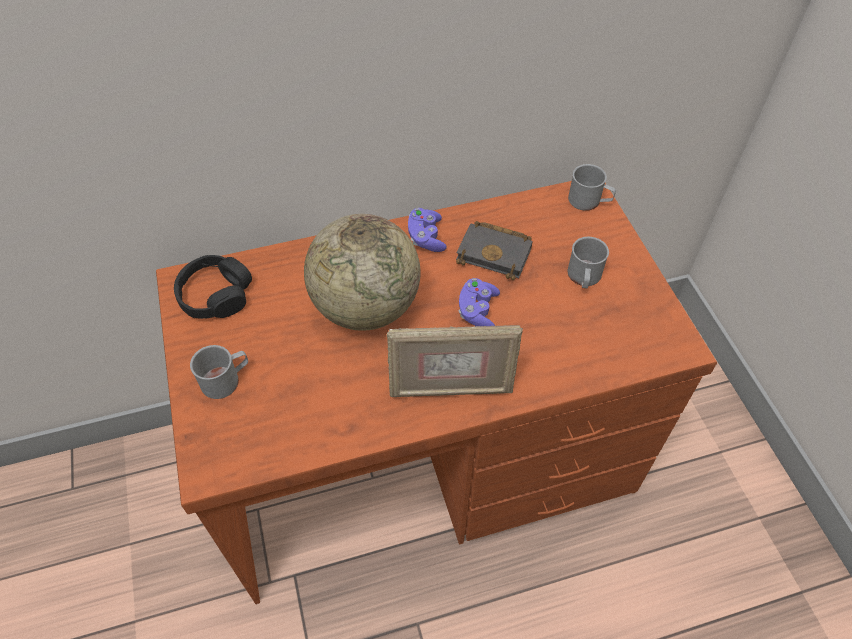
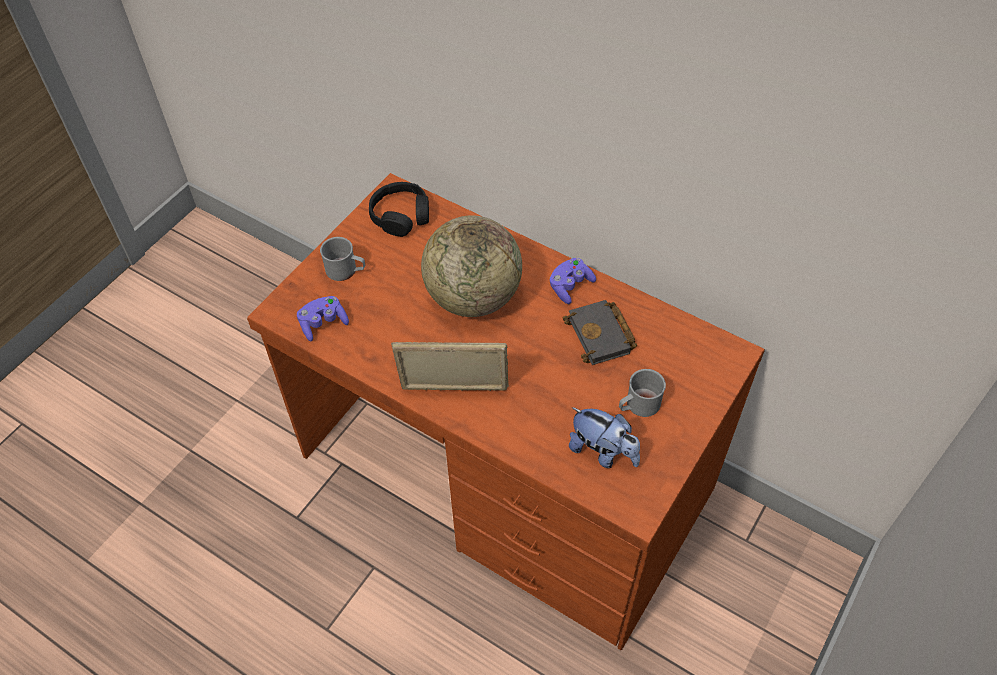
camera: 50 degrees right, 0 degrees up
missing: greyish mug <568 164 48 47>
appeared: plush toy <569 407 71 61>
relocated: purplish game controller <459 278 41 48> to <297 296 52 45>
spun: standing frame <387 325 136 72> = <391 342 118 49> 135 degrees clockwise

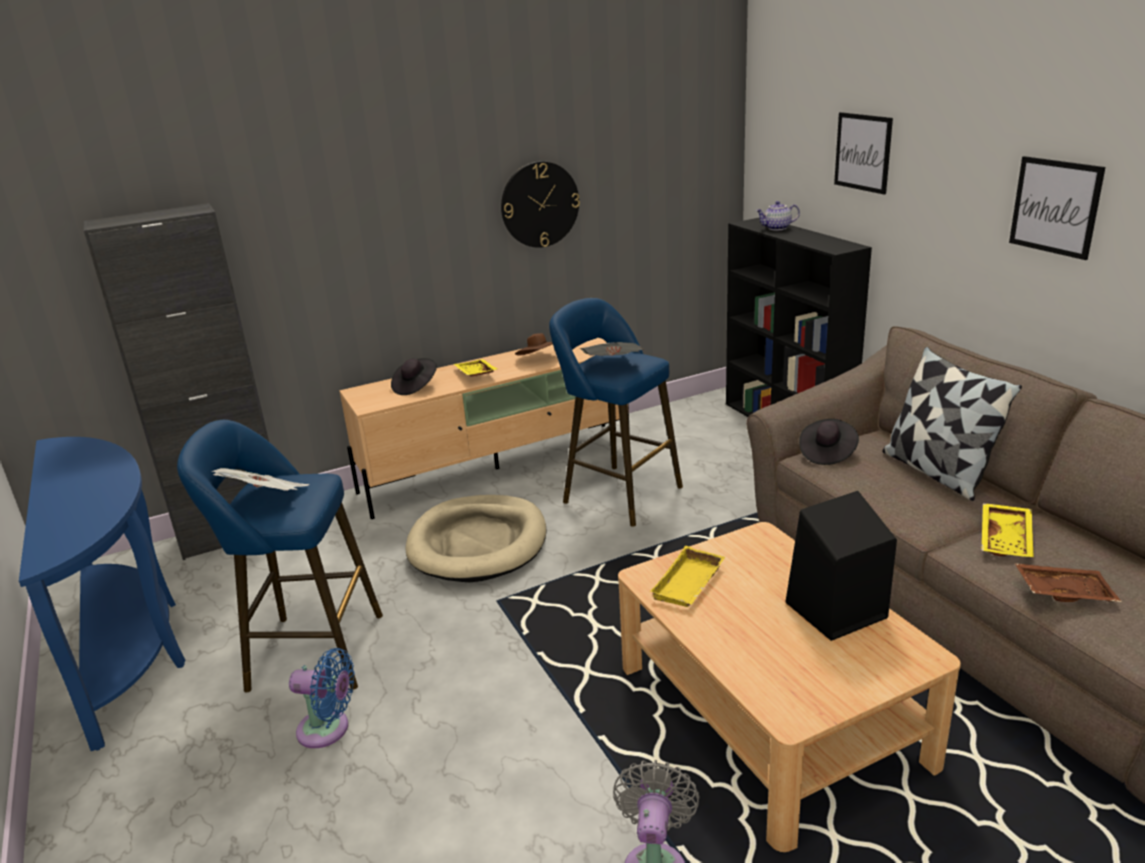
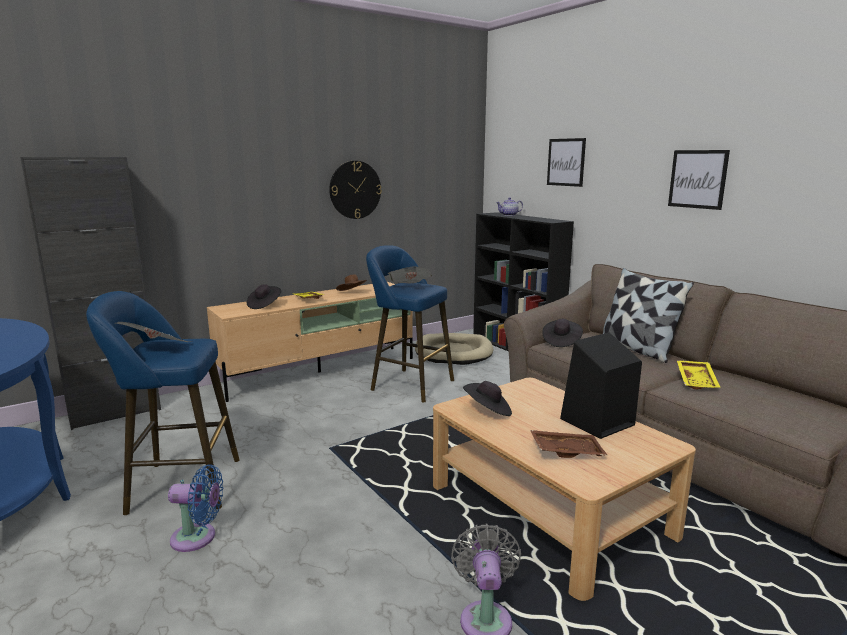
camera: 10 degrees left, 10 degrees down
relocated: beige-coloured dog cushion <405 495 142 87> to <415 333 78 32>; brownish carrying tray <1015 563 106 39> to <530 430 78 28>
exchanged: yellow carrying tray <650 546 75 61> to black wearable hat <463 381 49 35>

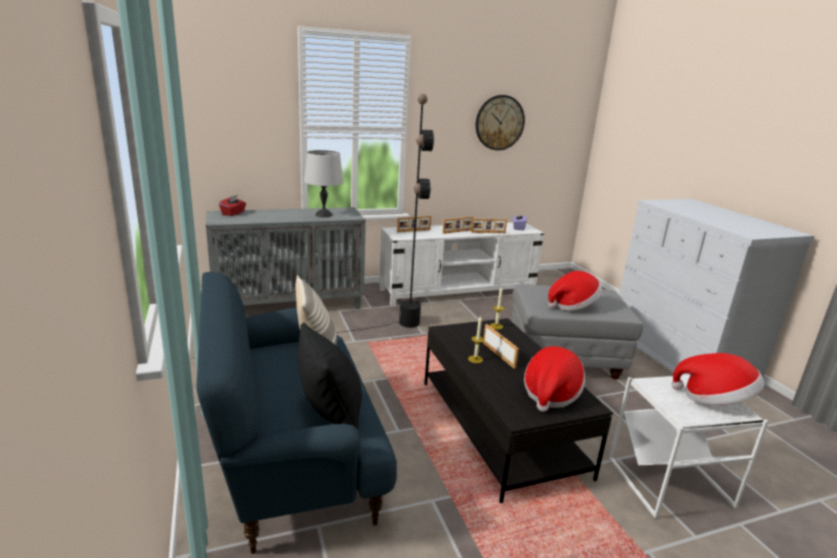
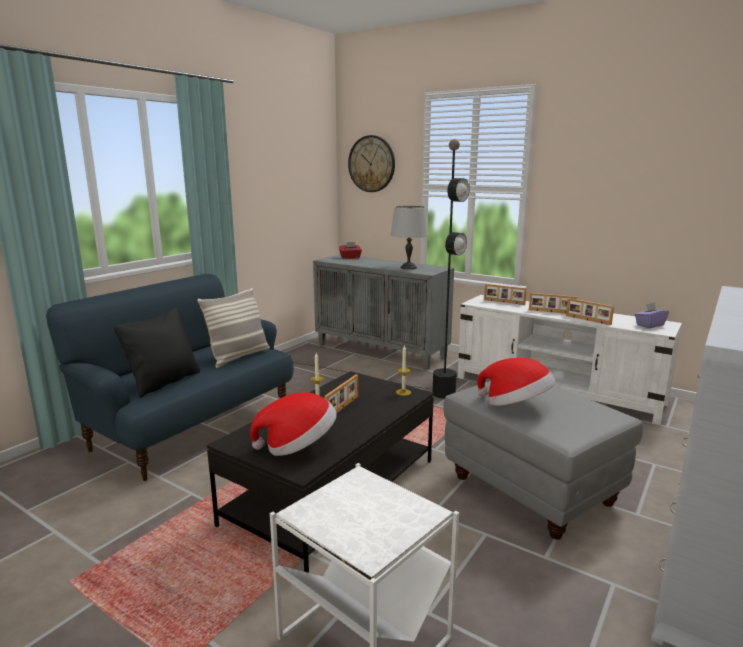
camera: 55 degrees right, 5 degrees down
missing: wearable hat <671 353 93 52>
relocated: hanging clock <476 95 49 55> to <348 135 47 57>

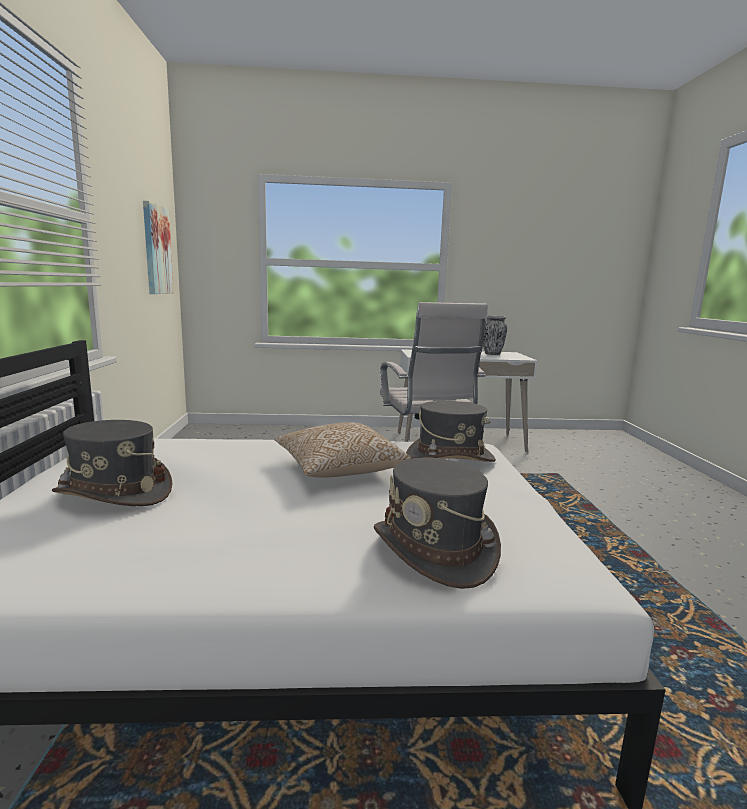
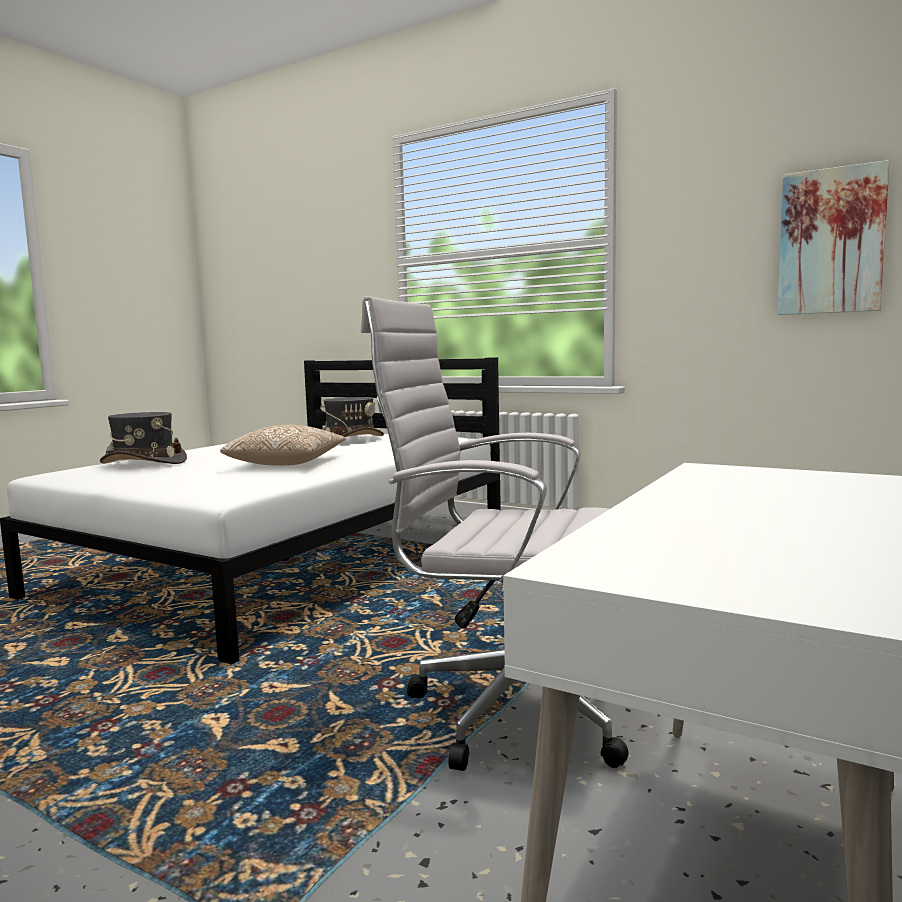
camera: 125 degrees right, 5 degrees down
missing: flower vase <483 316 24 39>; greyish wearable hat <406 401 90 61>

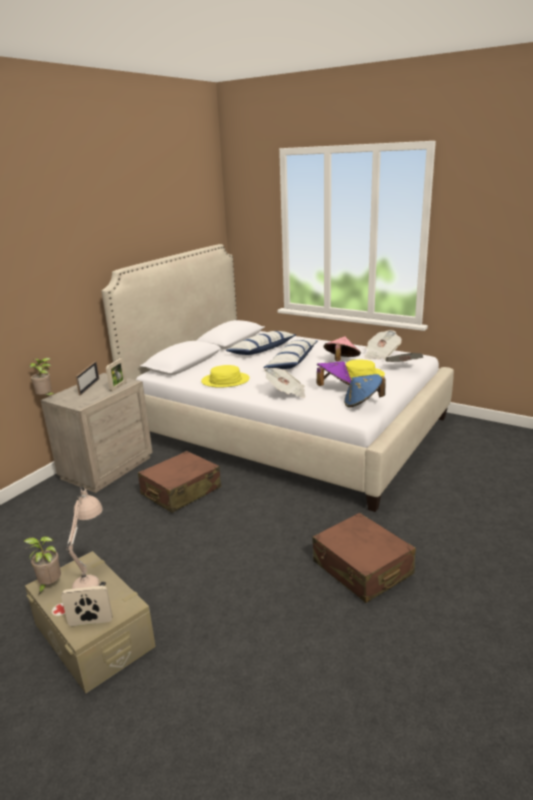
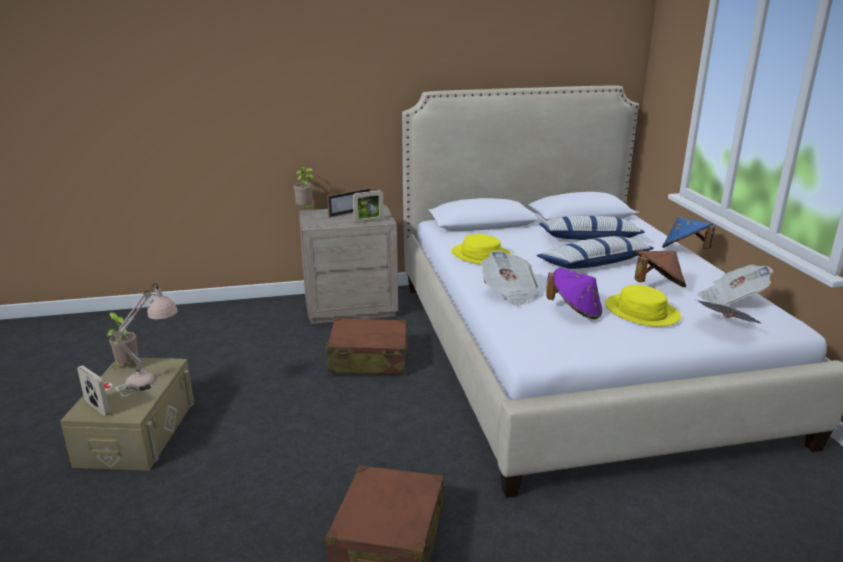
camera: 45 degrees right, 0 degrees up
relocated: blue wearable hat <344 374 42 34> to <662 217 53 32>
colour: pink-coloured wearable hat <324 336 37 25> to brownish wearable hat <635 251 51 36>

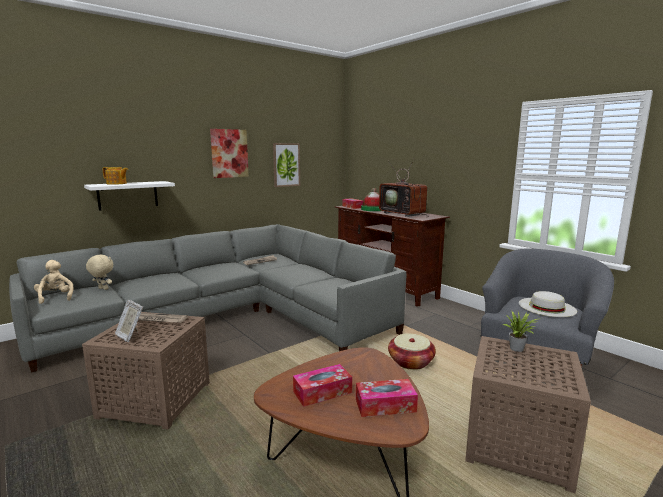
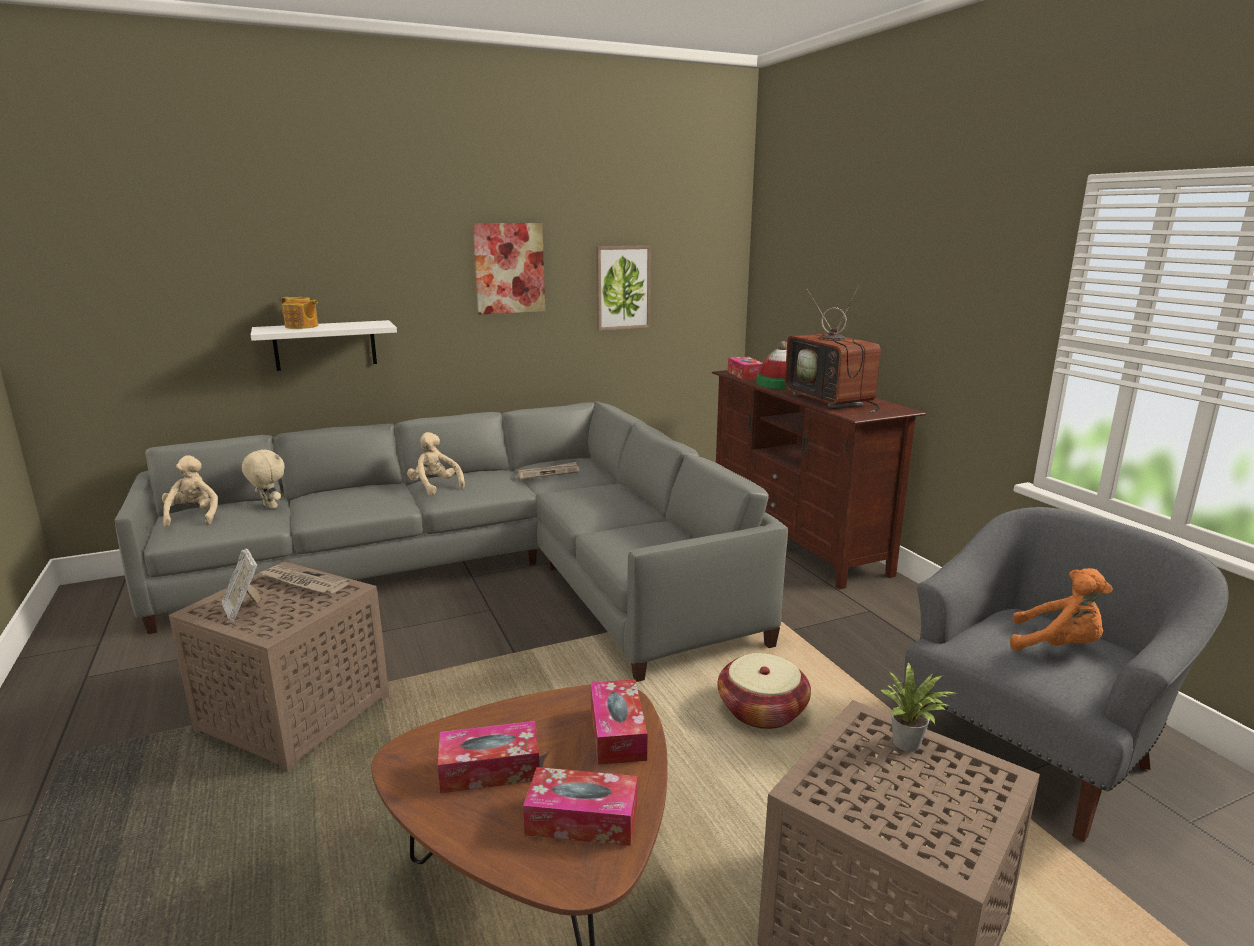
camera: 15 degrees right, 5 degrees up
appeared: beige-coloured plush toy <407 432 58 64>; tissue box <591 679 56 86>
exchanged: whitish wearable hat <519 291 58 26> to orangey plush toy <1010 568 103 83>

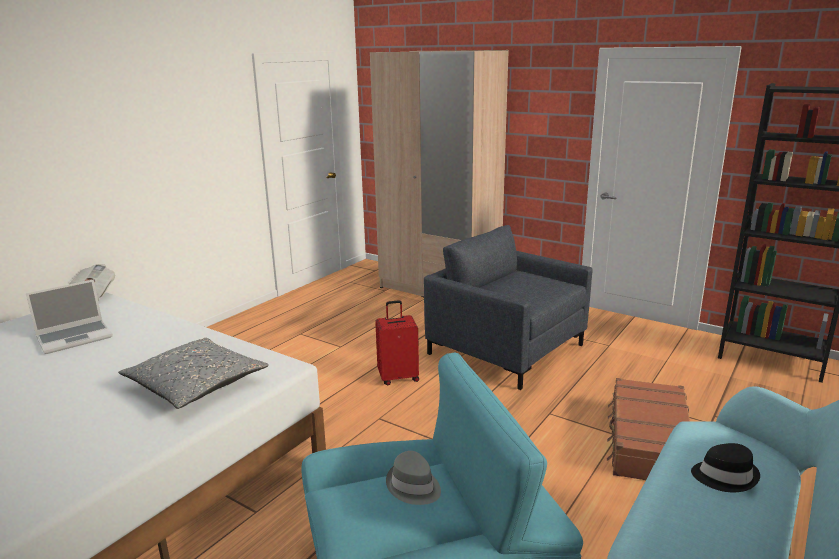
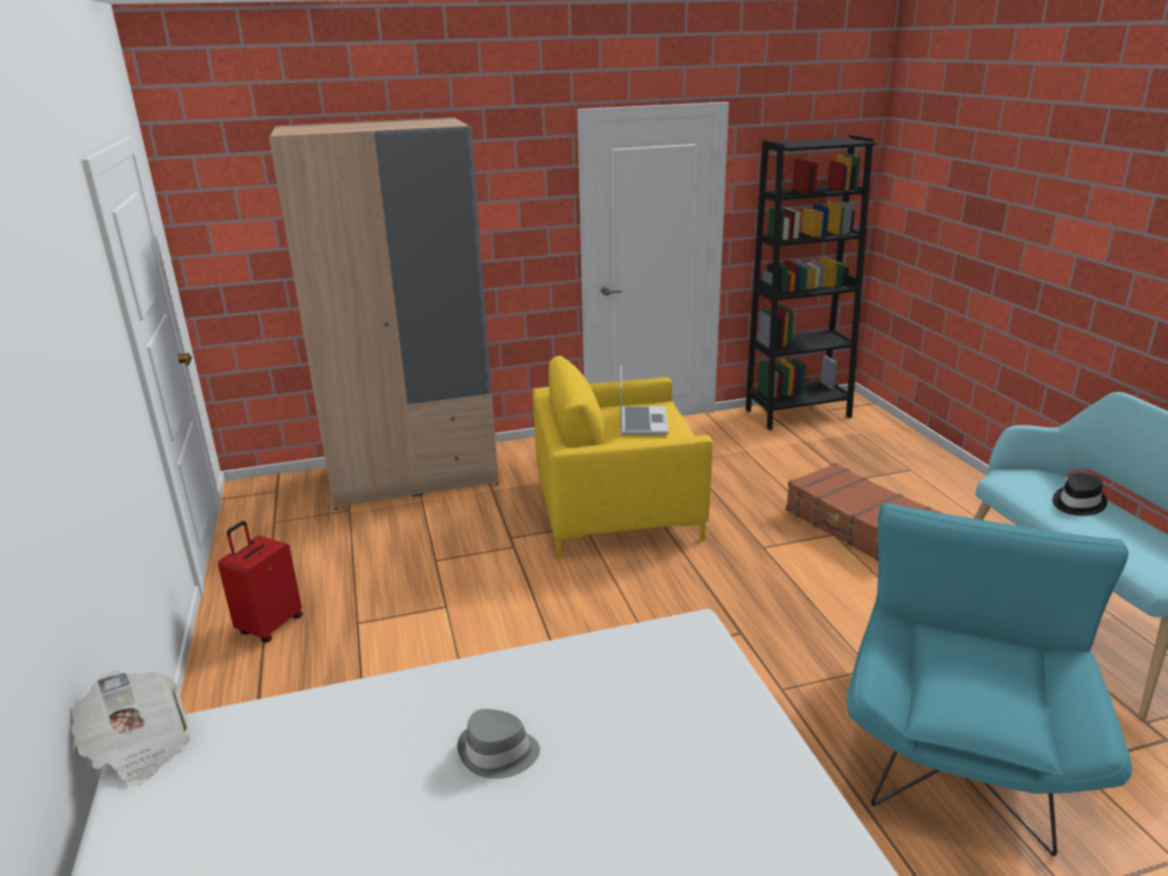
camera: 50 degrees left, 5 degrees up
missing: greyish cushion <118 338 151 71>
relocated: portable computer <26 279 87 75> to <620 365 49 70>; red-coloured piece of luggage <375 300 44 85> to <218 521 84 121>; greyish wearable hat <386 451 55 54> to <457 709 83 70>
colour: greyish armchair <424 225 169 165> to yellow armchair <533 356 180 201>

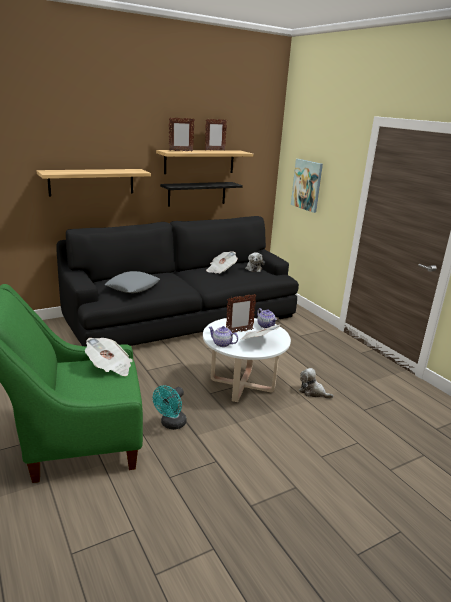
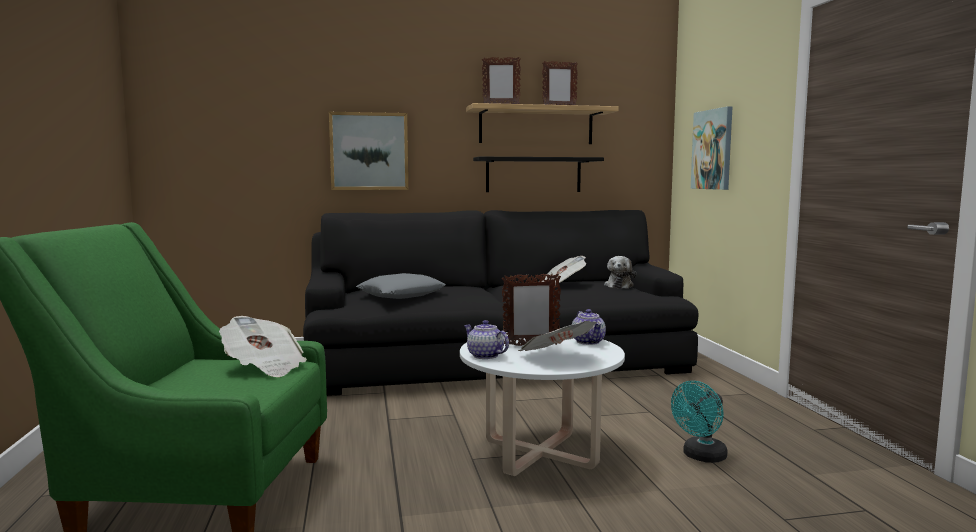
camera: 20 degrees right, 15 degrees down
missing: plush toy <299 368 35 31>
relocated: turquoise fan <153 385 34 45> to <671 381 57 82>
exchanged: wall shelf <37 169 114 28> to wall art <329 112 79 78>

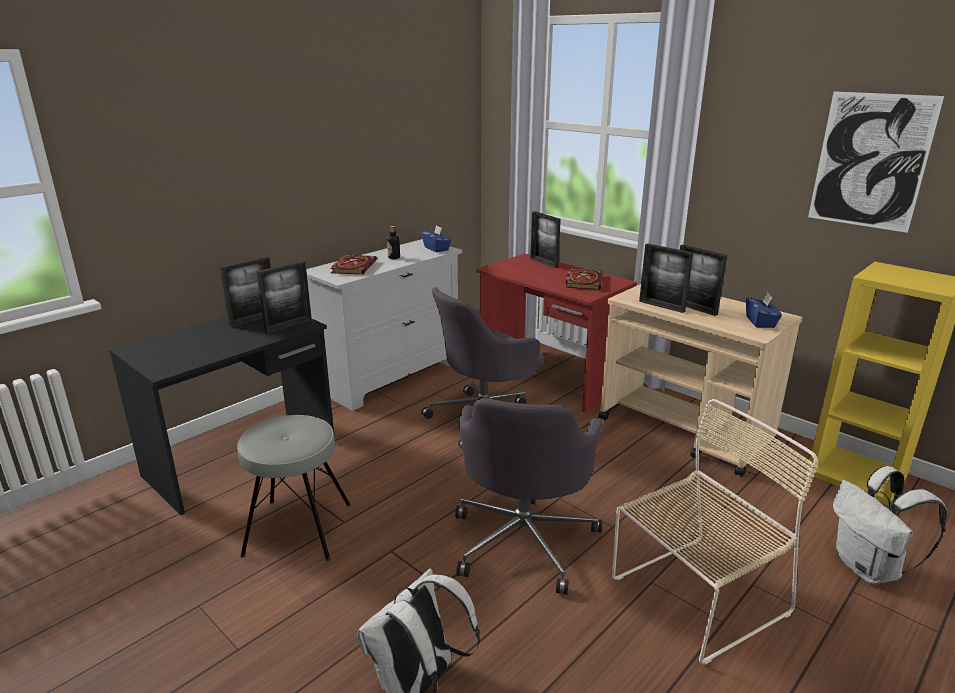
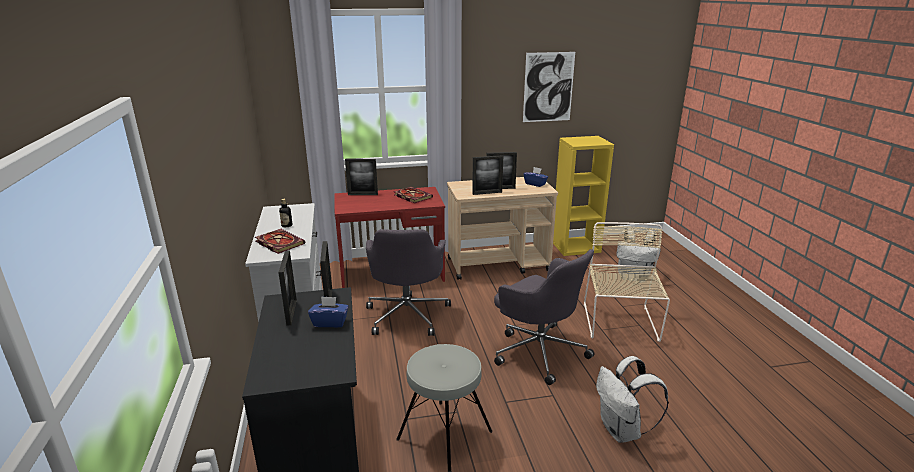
camera: 55 degrees left, 0 degrees up
relocated: blue tissue box <422 225 29 27> to <308 296 41 31>

